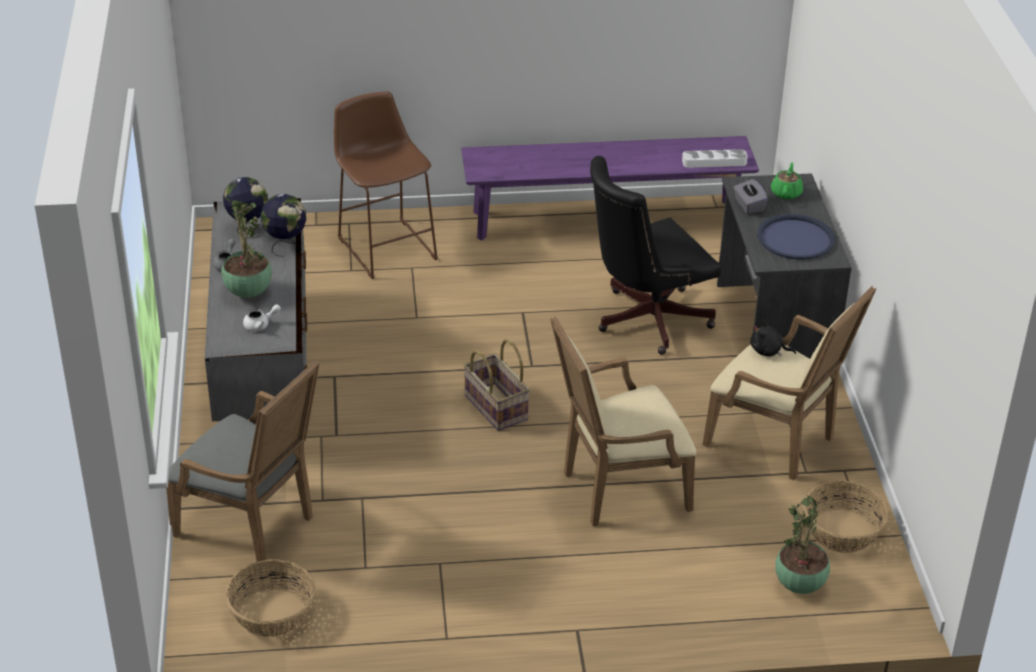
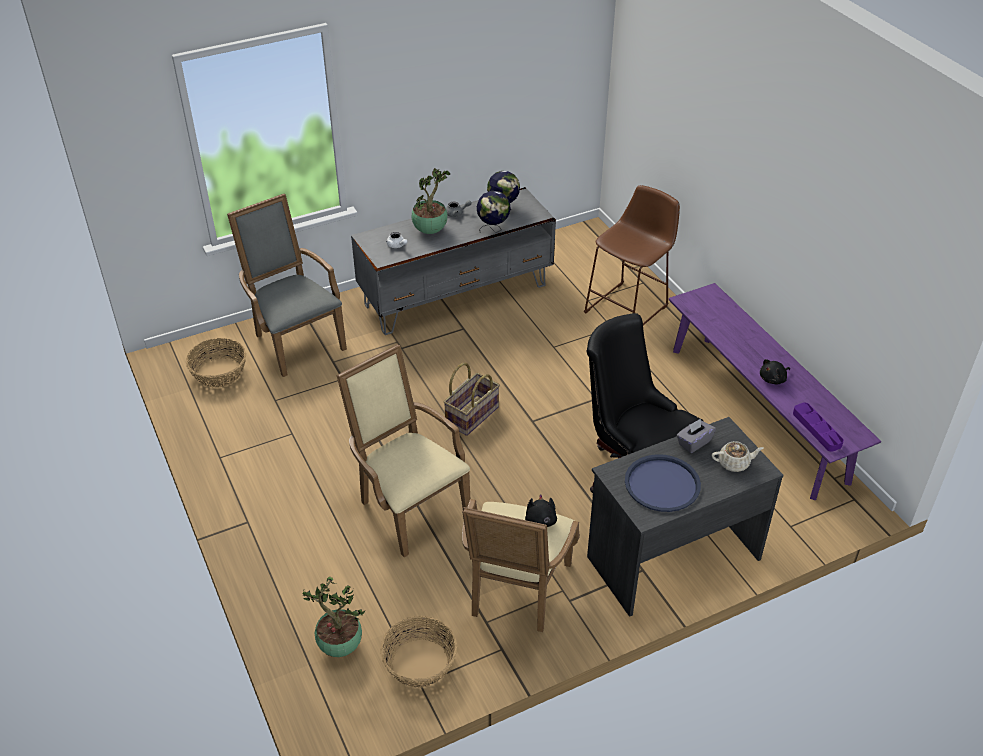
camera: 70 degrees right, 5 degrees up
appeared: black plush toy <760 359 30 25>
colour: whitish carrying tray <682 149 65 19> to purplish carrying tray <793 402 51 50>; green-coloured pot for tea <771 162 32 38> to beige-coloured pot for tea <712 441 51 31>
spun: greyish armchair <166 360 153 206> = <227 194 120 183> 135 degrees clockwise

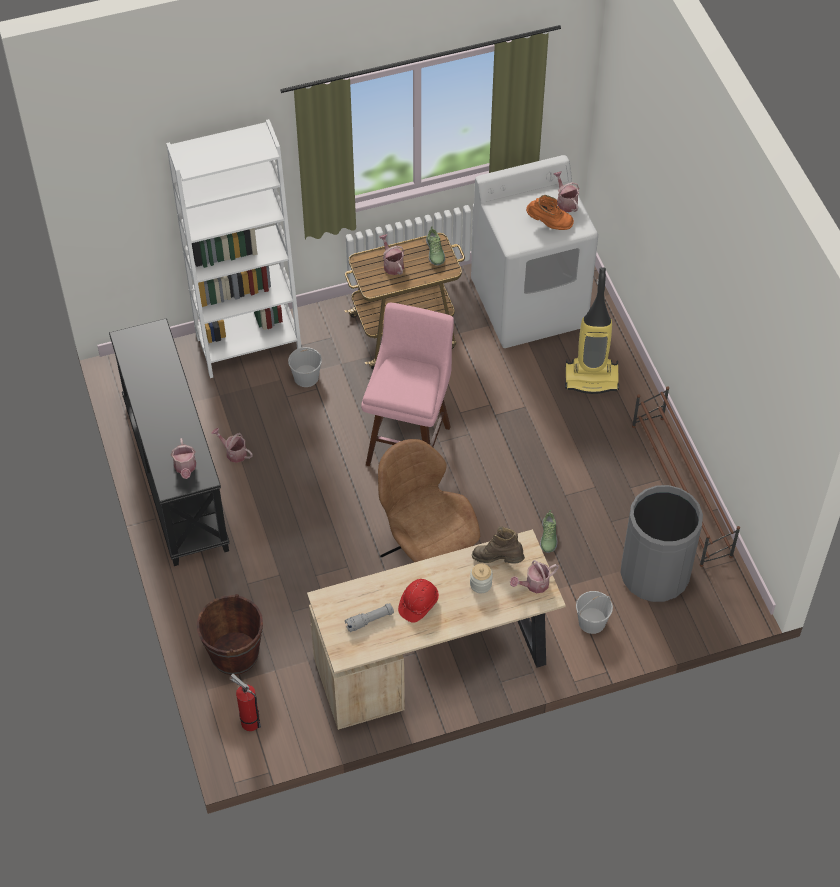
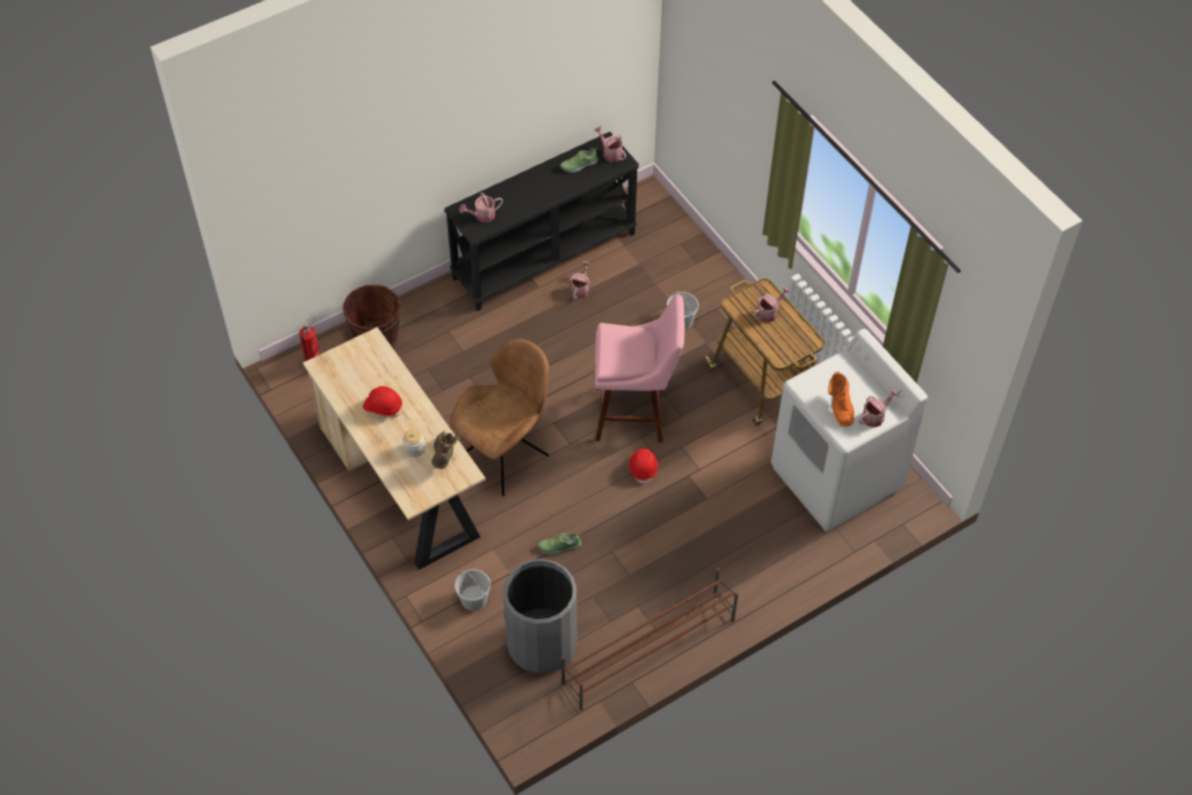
camera: 75 degrees right, 0 degrees up
missing: whitish bookshelf <166 119 136 259>; hoover <565 267 54 127>; greyish hand torch <345 603 49 29>
appeared: red-coloured safety helmet <629 448 29 37>
relocated: low shoe <426 226 19 40> to <560 148 38 25>; sprinkling can <510 560 49 33> to <594 126 32 36>

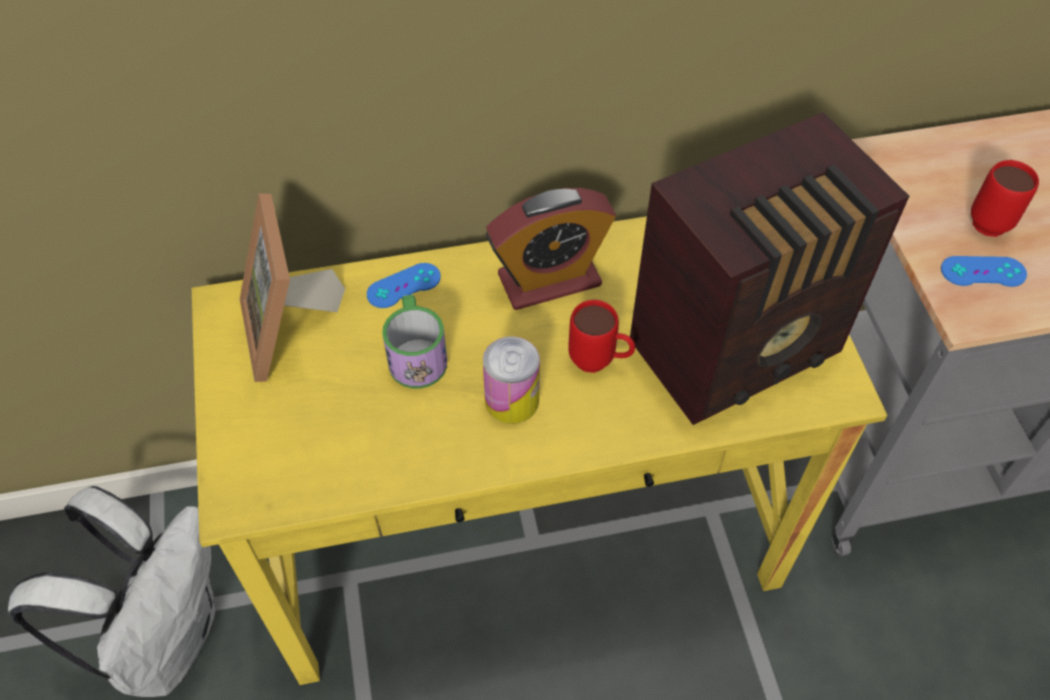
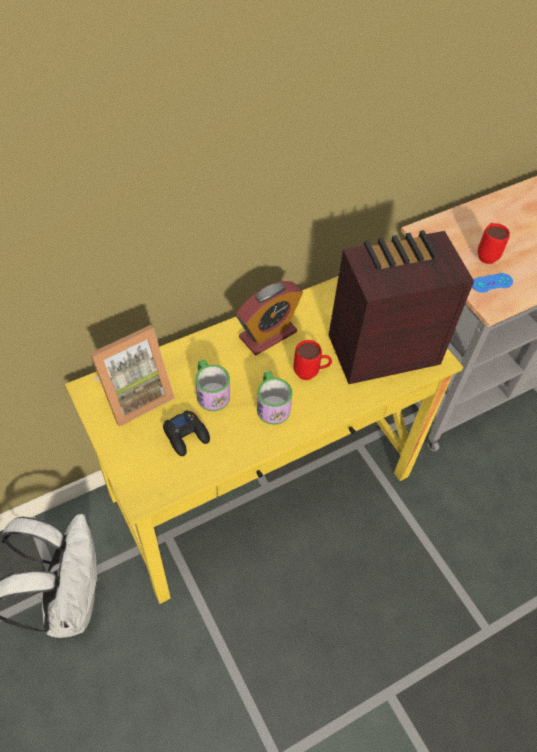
camera: 20 degrees left, 0 degrees up
missing: blue game controller <367 263 74 45>
appeared: black game controller <163 410 47 46>
exchanged: can <483 336 57 88> to mug <257 371 36 54>
spun: radio <630 112 280 313> = <328 230 146 154> 150 degrees counterclockwise; standing frame <240 193 105 189> = <90 325 85 102> 90 degrees counterclockwise

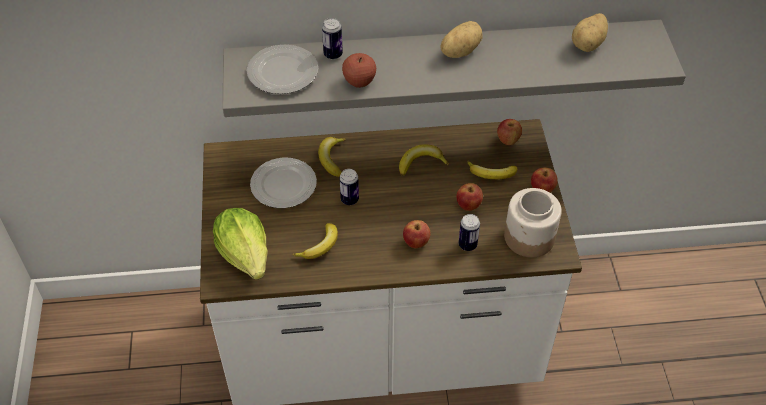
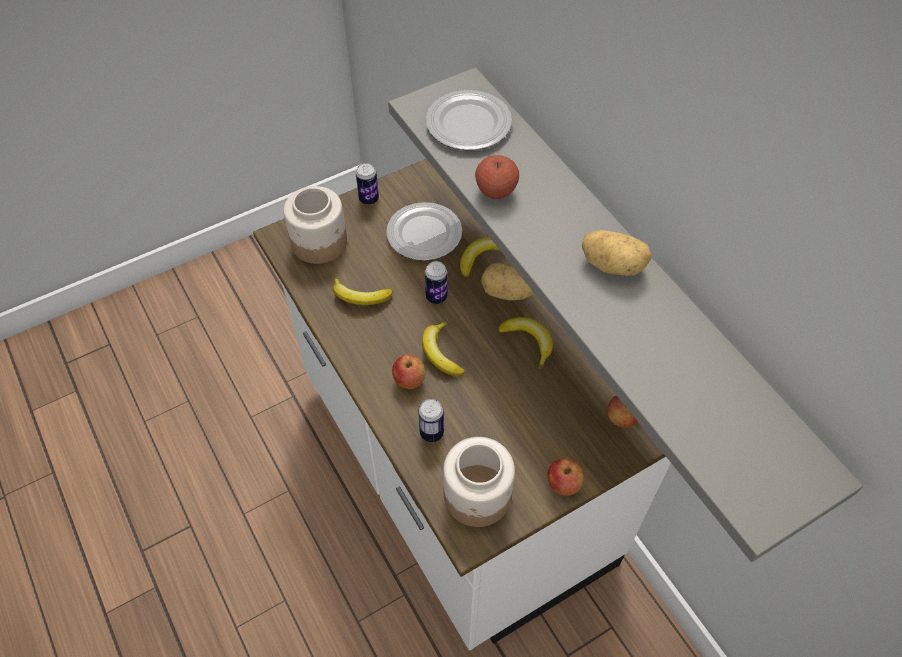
camera: 65 degrees right, 5 degrees up
missing: apple fruit <456 183 27 28>
relocated: potato <572 13 36 39> to <481 263 52 38>; can <322 18 21 42> to <356 163 23 42>; banana fruit <467 161 50 18> to <422 322 43 54>
exchanged: lettuce <213 208 54 72> to preserve jar <283 186 64 78>

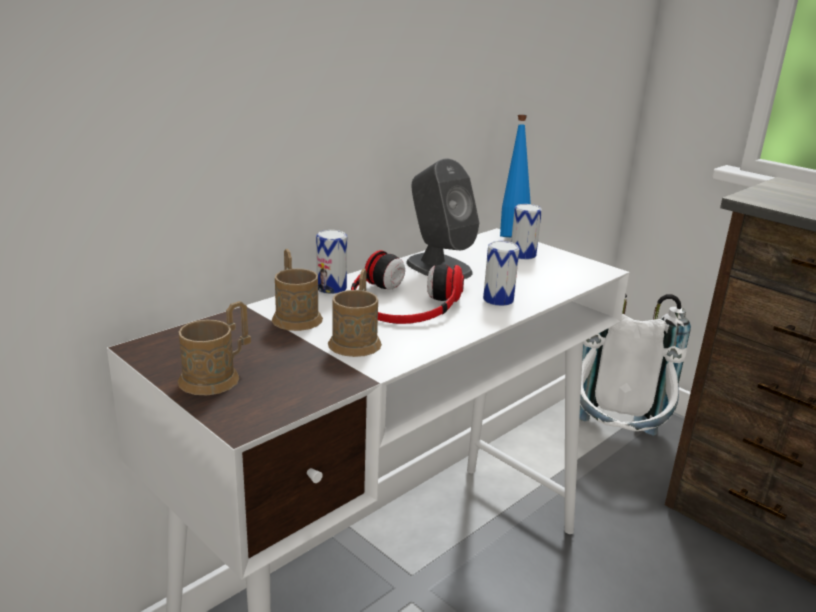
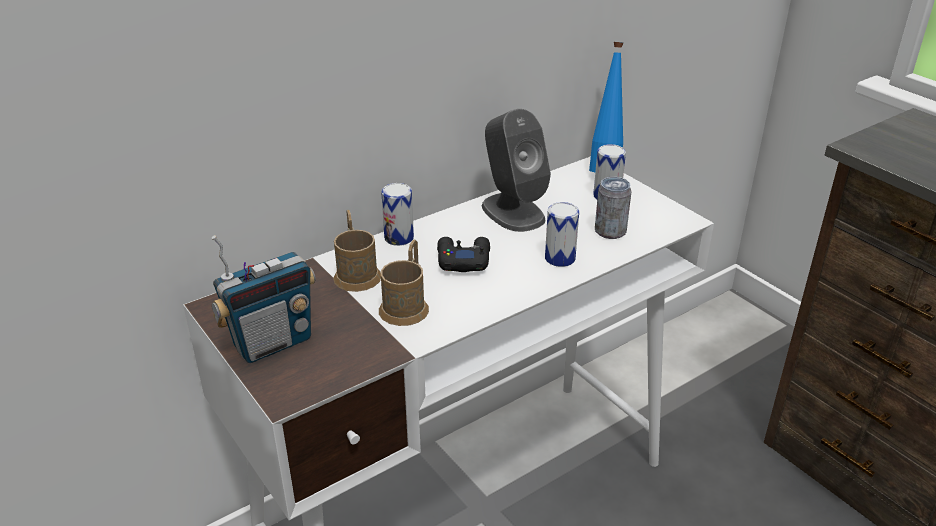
camera: 10 degrees right, 10 degrees up
missing: whitish rucksack <579 294 112 142>
appeared: can <595 177 37 62>
exchanged: pair of headphones <351 250 113 74> to black game controller <437 237 53 35>; brownish mug <177 301 74 94> to radio <212 235 104 128>

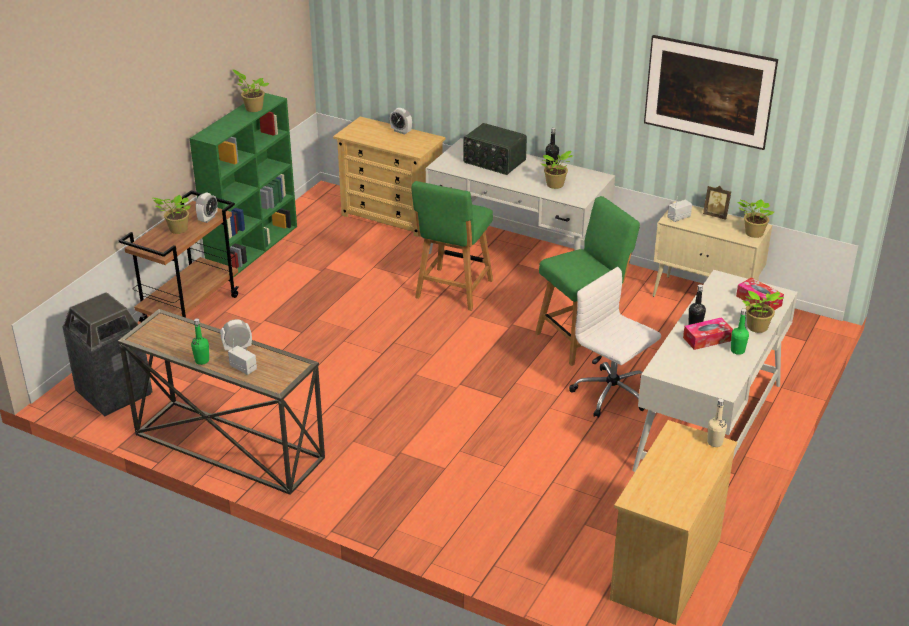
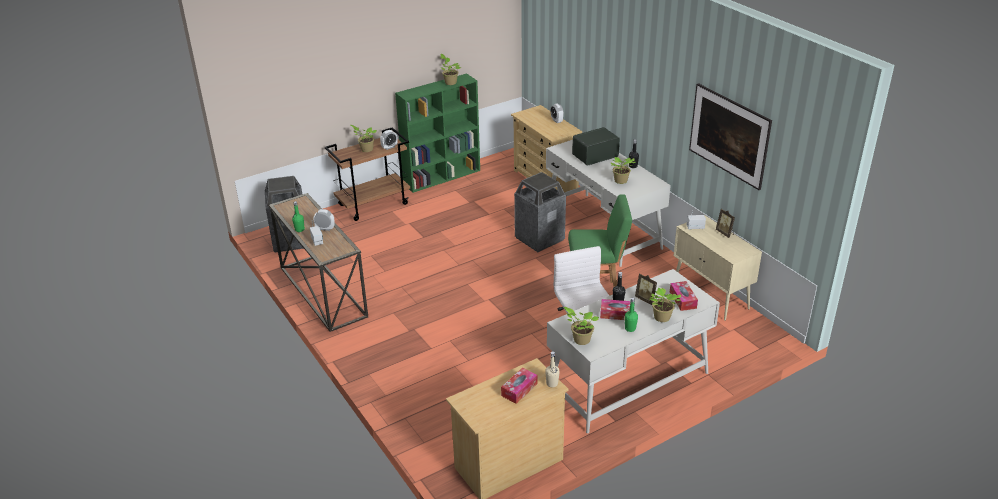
camera: 30 degrees right, 0 degrees up
appeared: standing frame <635 273 22 32>; tissue box <501 367 36 37>
relocated: houseplant <738 199 36 39> to <563 307 36 38>
exchanged: green-coloured plain chair <411 181 82 130> to waste bin <514 172 52 80>
spun: radio <463 123 64 52> = <572 127 48 39> 90 degrees clockwise

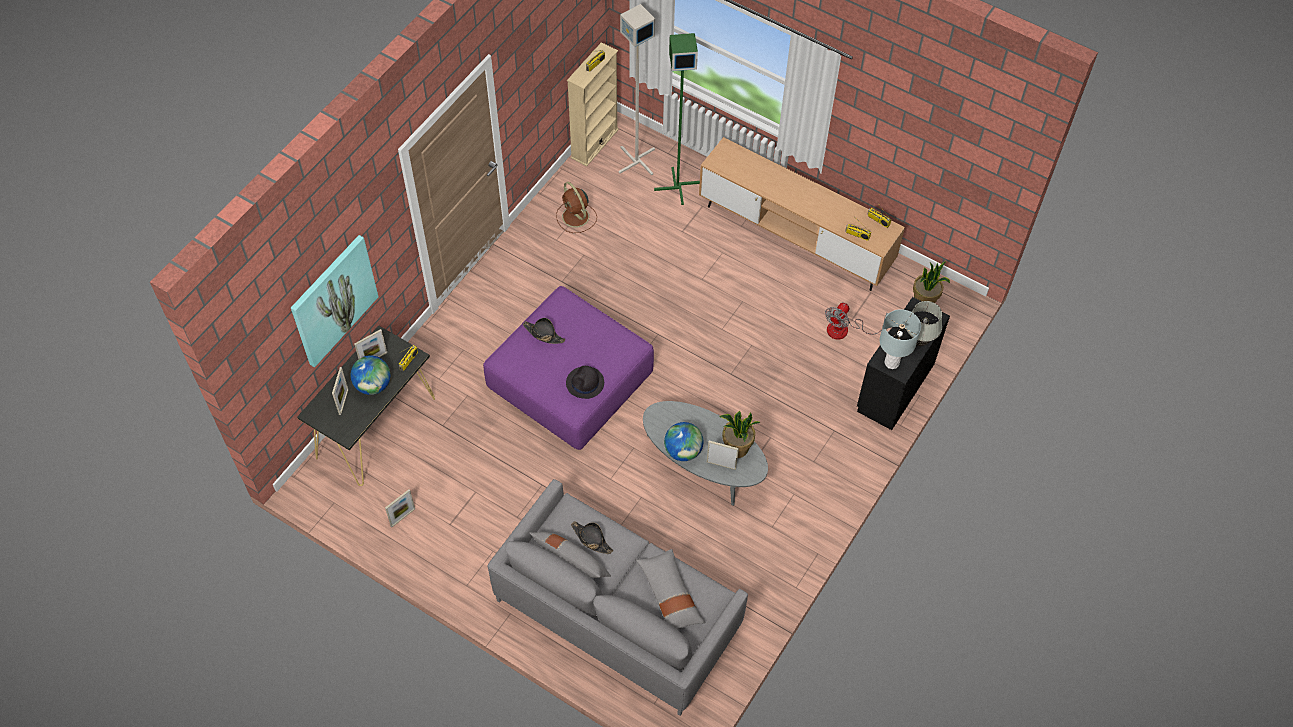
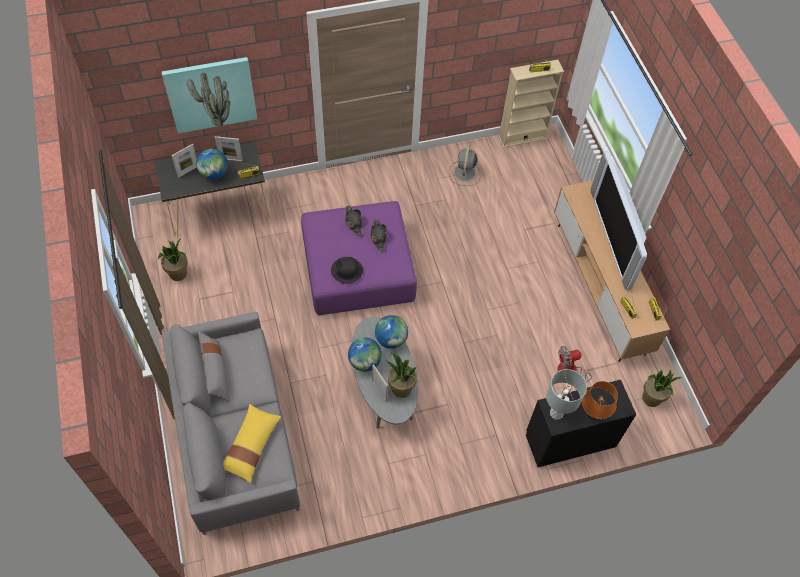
camera: 40 degrees right, 0 degrees up
missing: greyish standing lamp <618 4 37 172>; green-coloured standing lamp <654 33 46 172>
appeared: TV set <590 151 57 140>; globe <375 315 33 34>
relocated: black wearable hat <571 521 42 33> to <370 220 17 31>
exchanged: standing frame <385 489 30 38> to houseplant <157 238 31 43>
colour: brownish fan <556 182 41 51> to greyish fan <449 143 31 43>; whitish table lamp <906 301 36 45> to orangey table lamp <582 381 36 39>; greyish cushion <636 549 70 80> to yellow cushion <223 404 58 79>

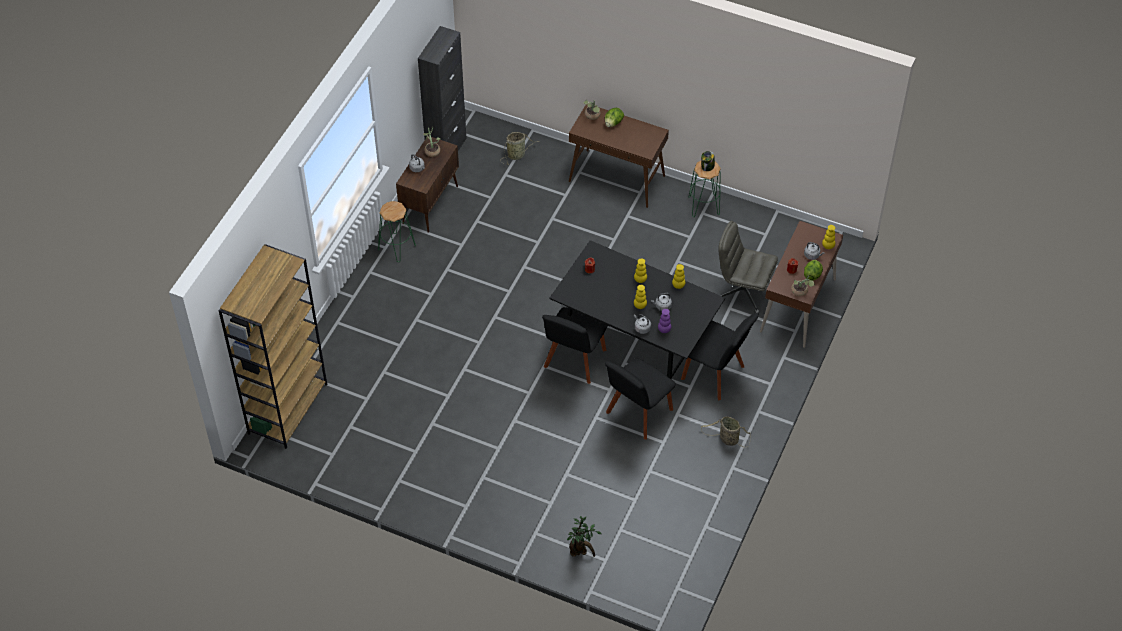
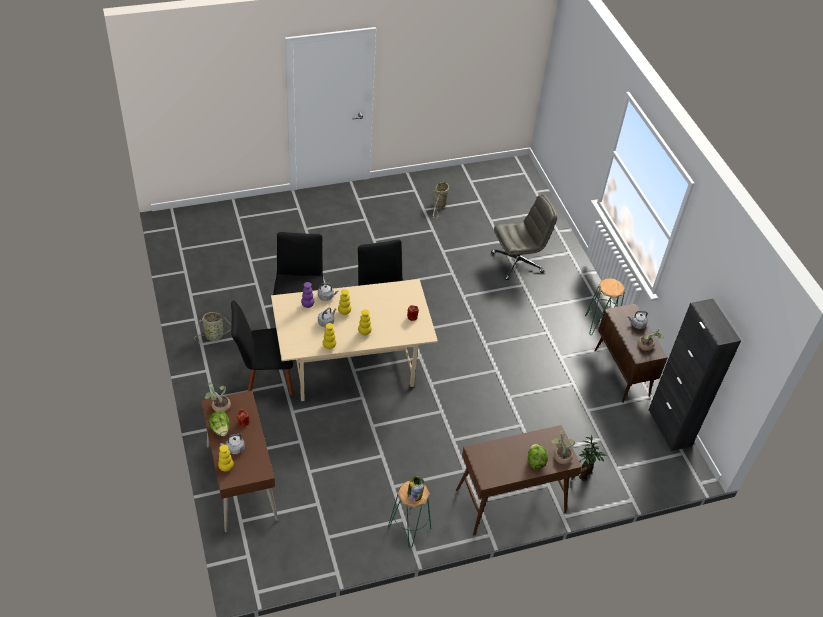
camera: 135 degrees right, 5 degrees down
missing: brownish bookshelf <219 244 108 205>
relocated: household basket <500 132 40 33> to <433 180 16 39>; greyish desk chair <718 221 60 93> to <491 195 66 85>; houseplant <567 516 34 41> to <571 435 35 46>
colour: black dinner table <550 240 175 139> to beige-coloured dinner table <271 279 167 122>

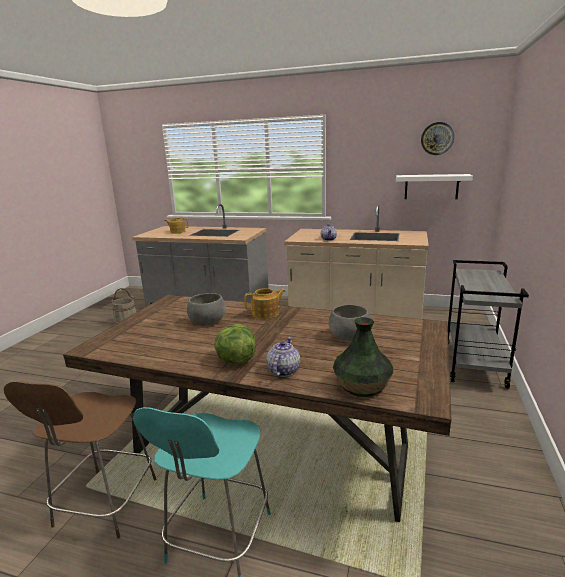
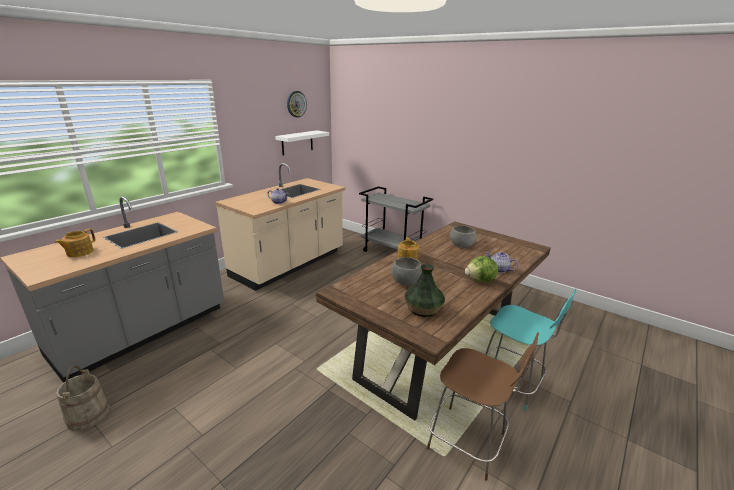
camera: 70 degrees left, 5 degrees up
relocated: flower vase <333 317 60 80> to <404 264 41 53>

